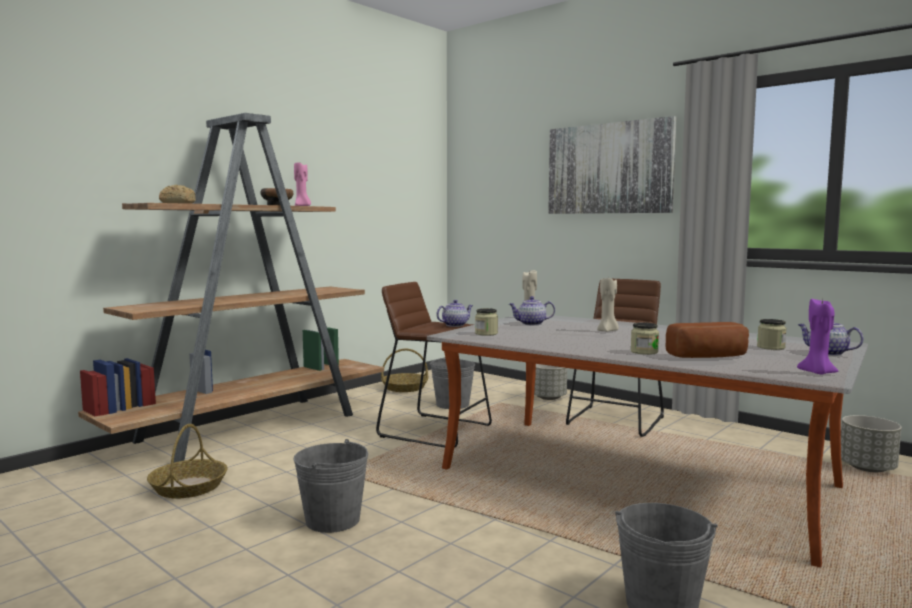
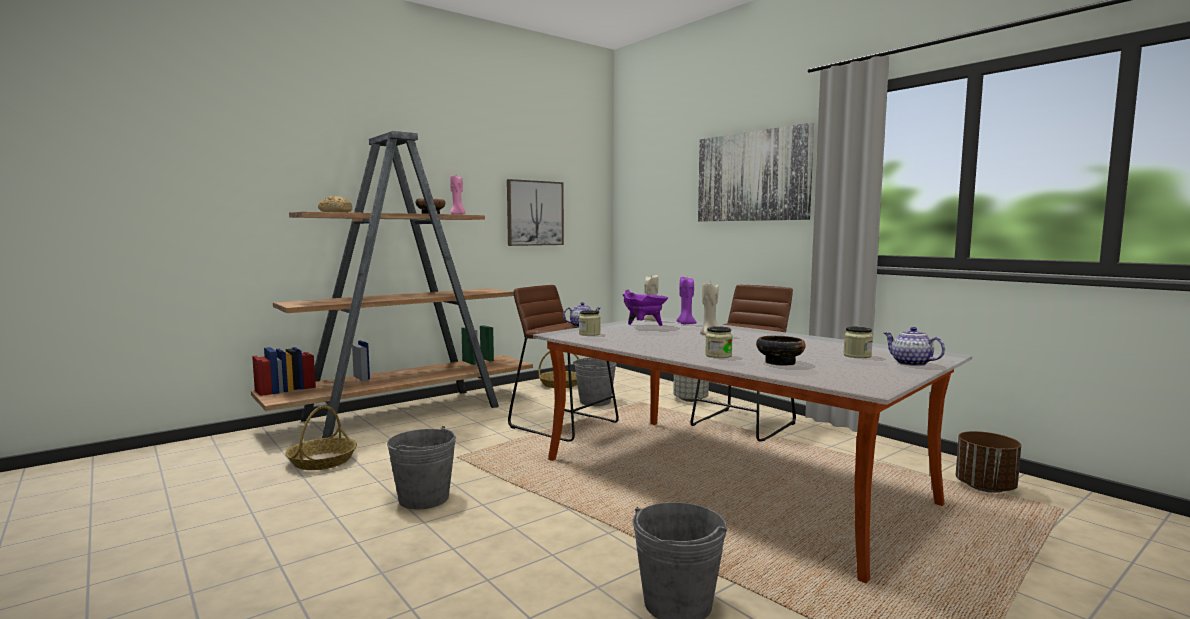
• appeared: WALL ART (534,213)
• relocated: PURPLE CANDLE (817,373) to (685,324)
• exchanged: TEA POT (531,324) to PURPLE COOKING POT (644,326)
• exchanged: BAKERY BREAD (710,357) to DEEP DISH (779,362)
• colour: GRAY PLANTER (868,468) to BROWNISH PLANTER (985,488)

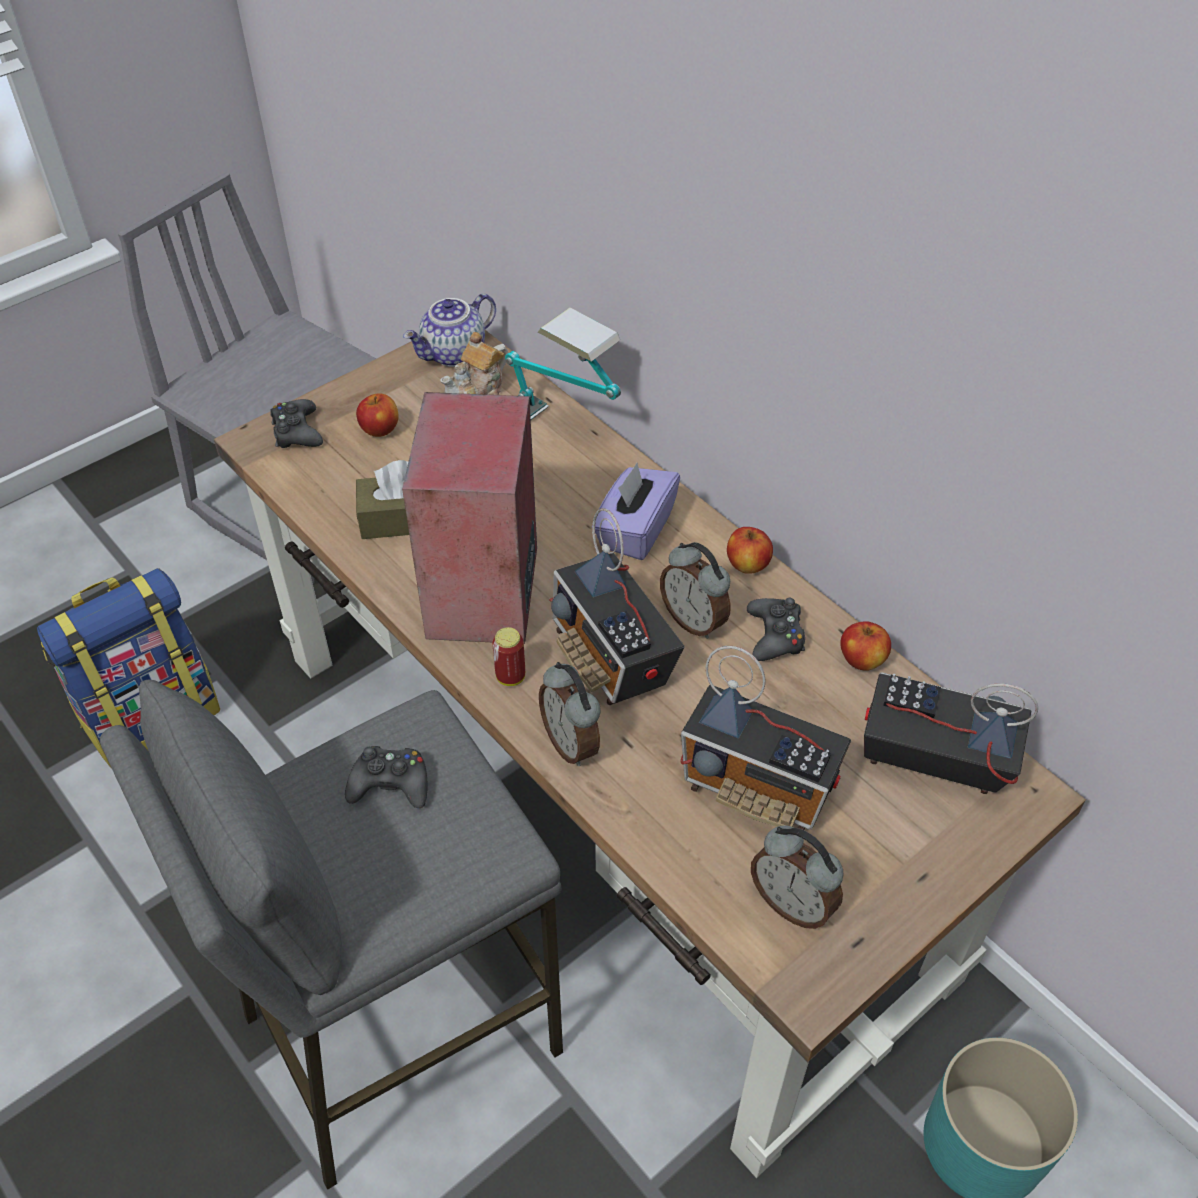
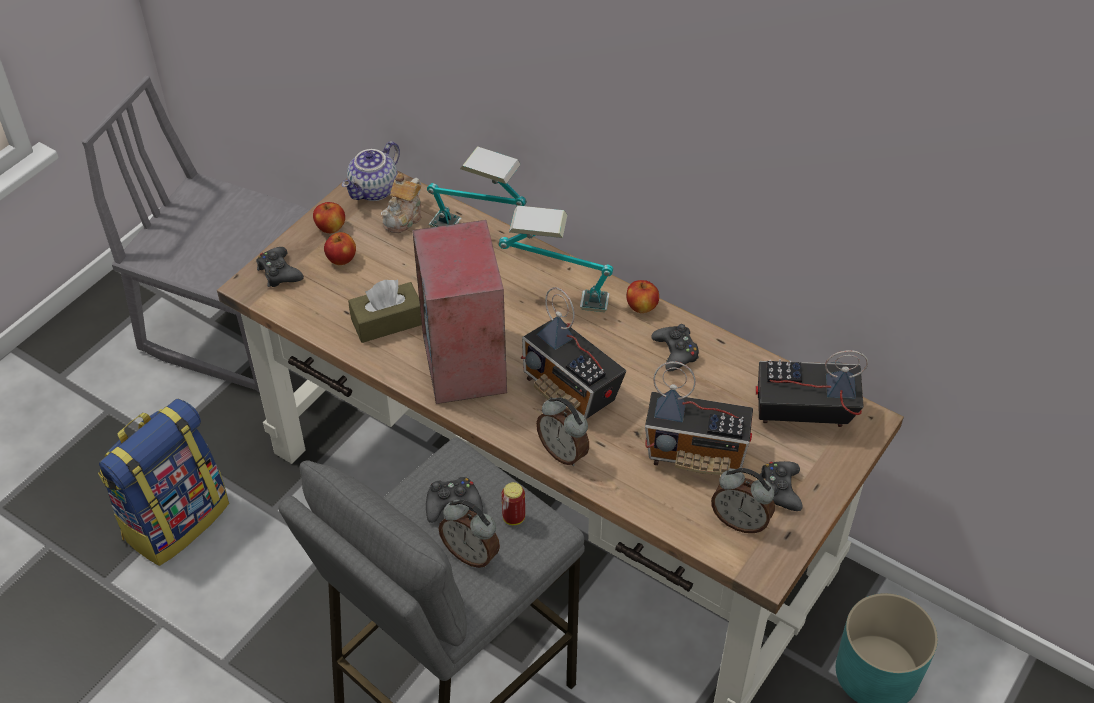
• appeared: BLACK-COLOURED GAMEPAD (779,490)
• relocated: METAL CAN (510,677) to (513,518)
• relocated: TABLE CLOCK (694,620) to (471,553)
• relocated: APPLE (862,660) to (331,228)
• exchanged: PURPLE TISSUE BOX (635,530) to LAMP FOR A TABLE (555,298)

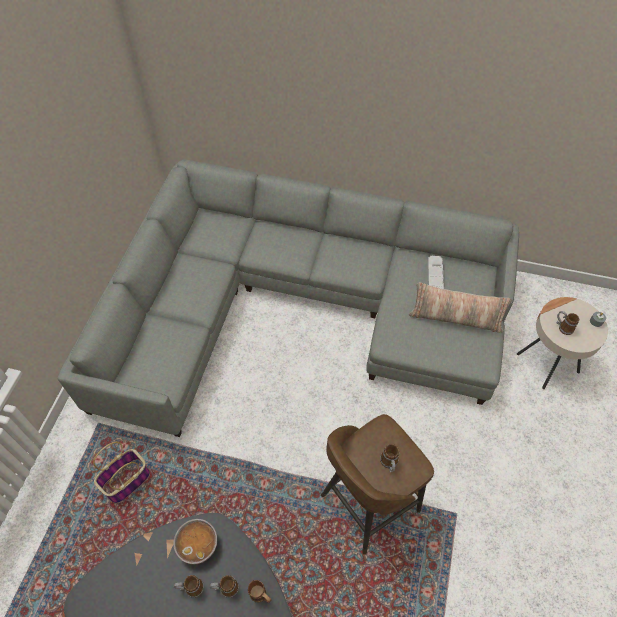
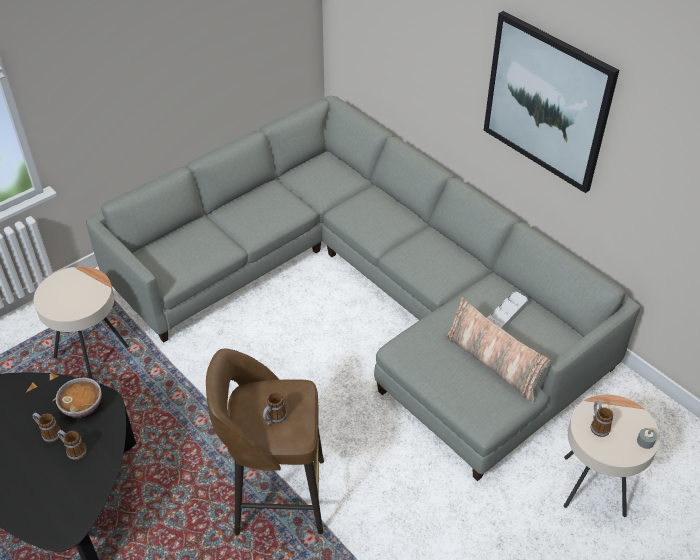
• missing: BROWNISH TEA MUG (261,596)
• appeared: WALL ART (547,101)
• exchanged: STORAGE BASKET (126,482) to BEIGE END TABLE (91,352)

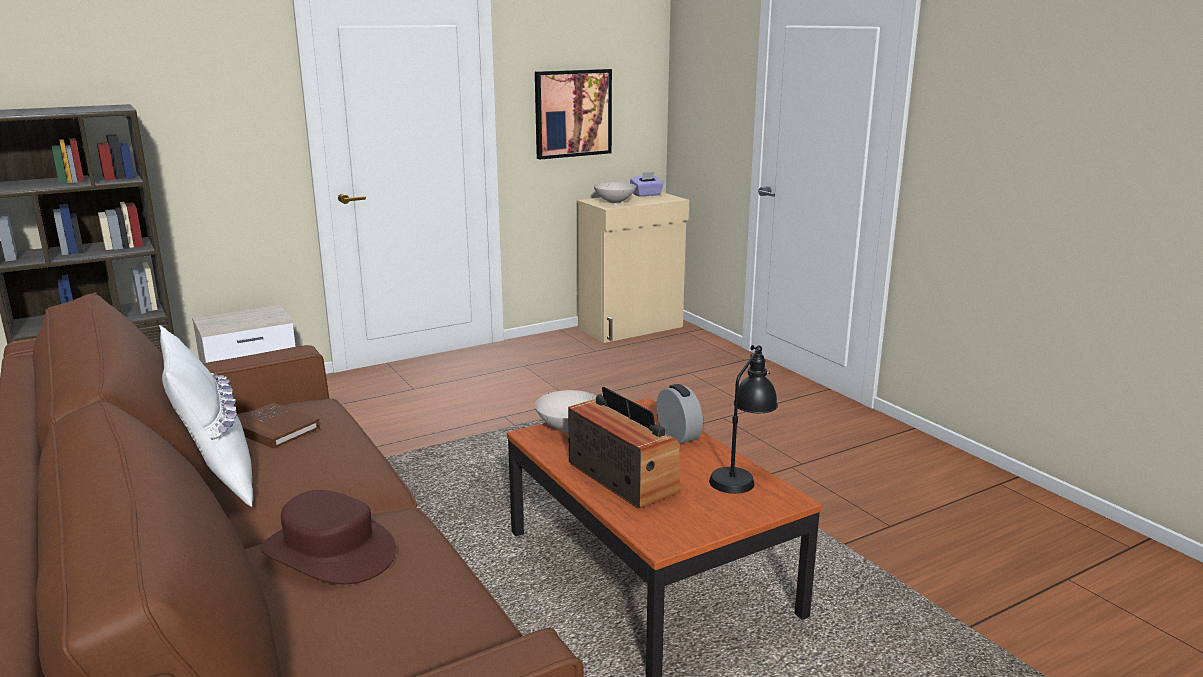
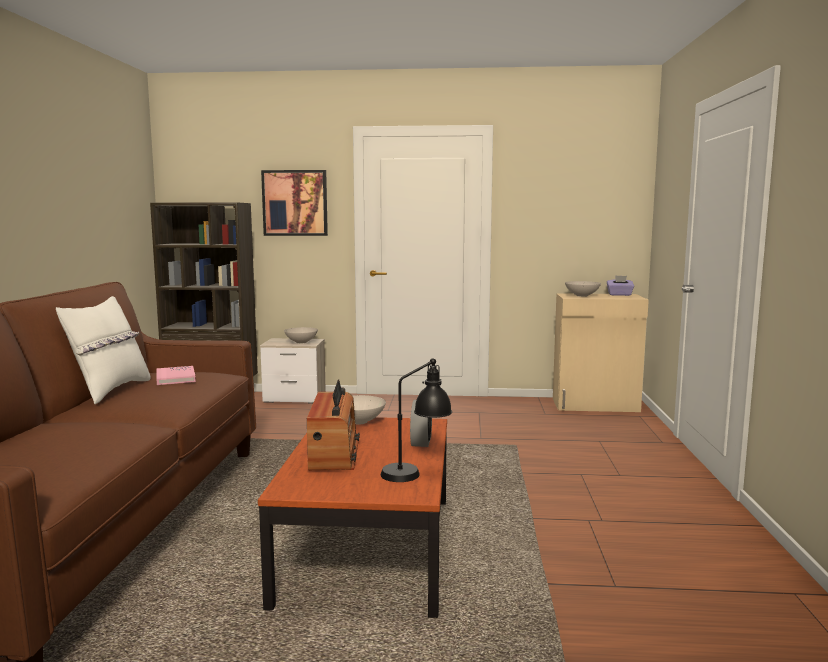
• missing: BROWNISH WEARABLE HAT (330,551)
• appeared: WHITE DEEP DISH (301,342)
• relocated: WALL ART (572,113) to (295,203)
• colour: BROWNISH BOUND BOOK (274,429) to PINK BOUND BOOK (175,378)

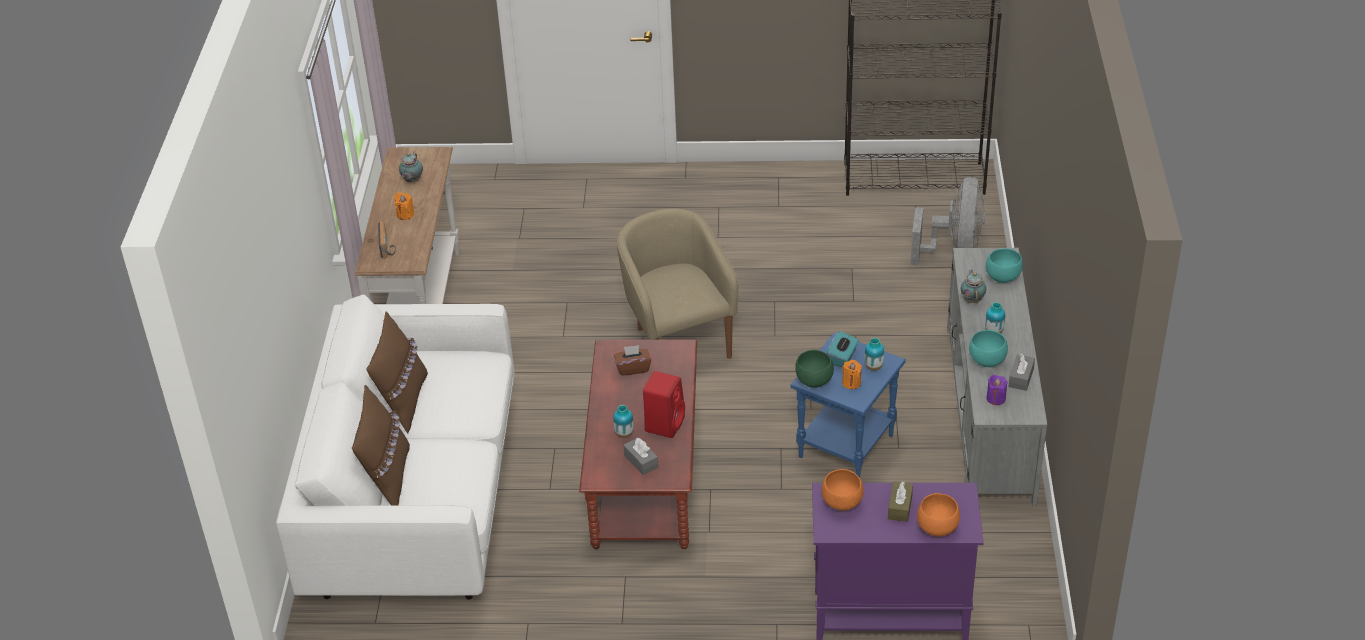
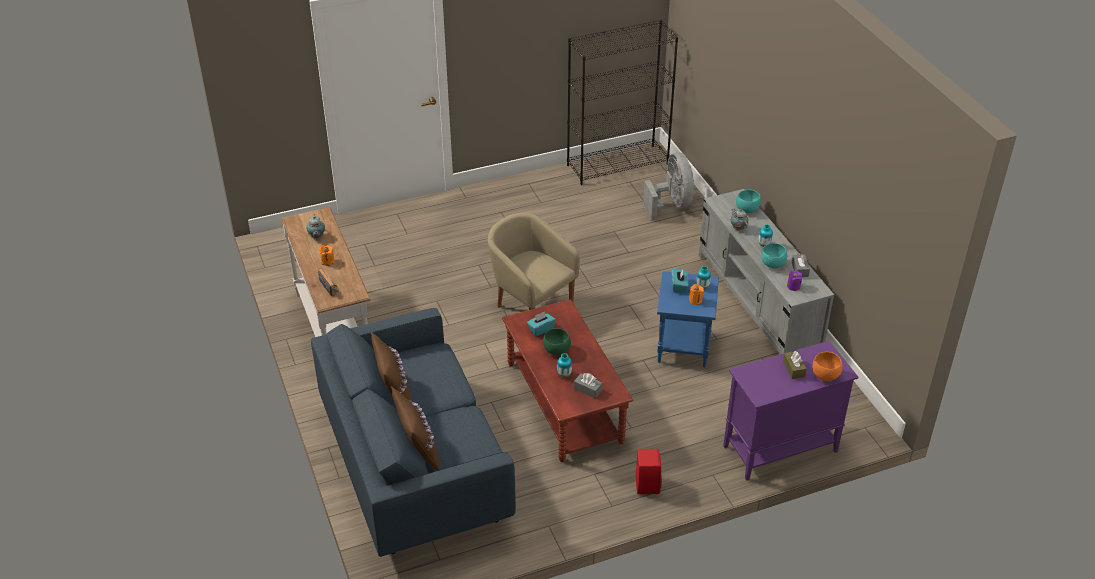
• missing: ORANGE DEEP DISH (843,503)
• relocated: RED-COLOURED SPEAKER (665,423) to (647,484)
• relocated: GREEN-COLOURED DEEP DISH (813,382) to (556,351)
• colour: WHITE COUCH (417,500) to BLUISH COUCH (416,465)
• colour: BROWNISH TISSUE BOX (633,368) to TURQUOISE-COLOURED TISSUE BOX (541,329)

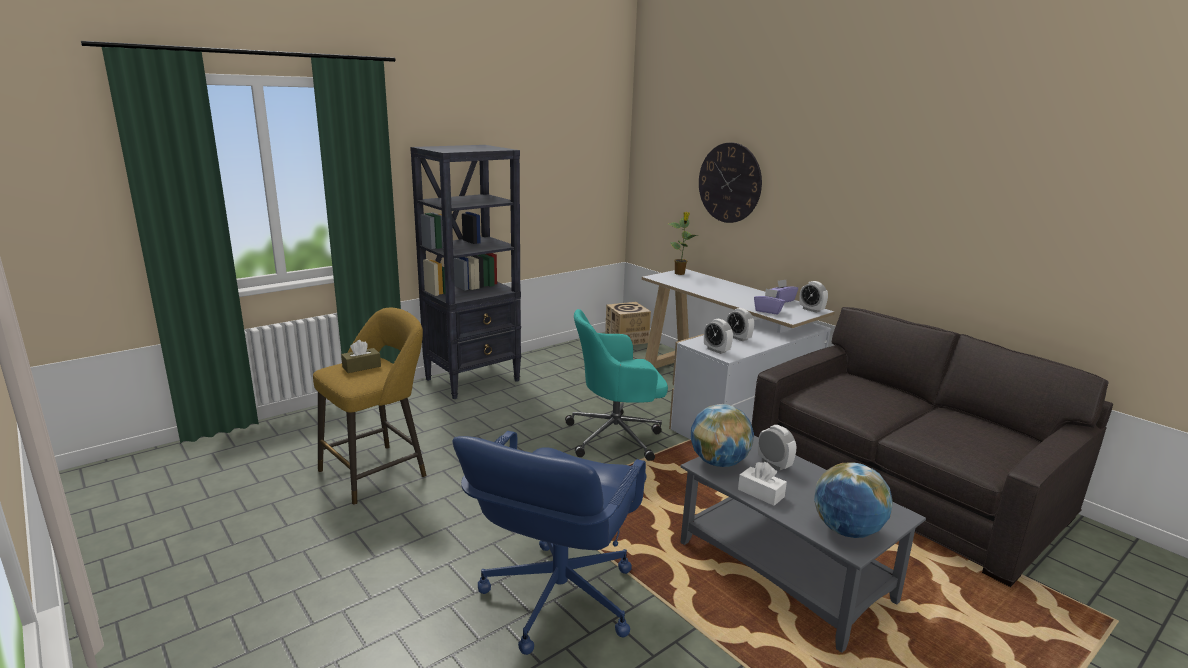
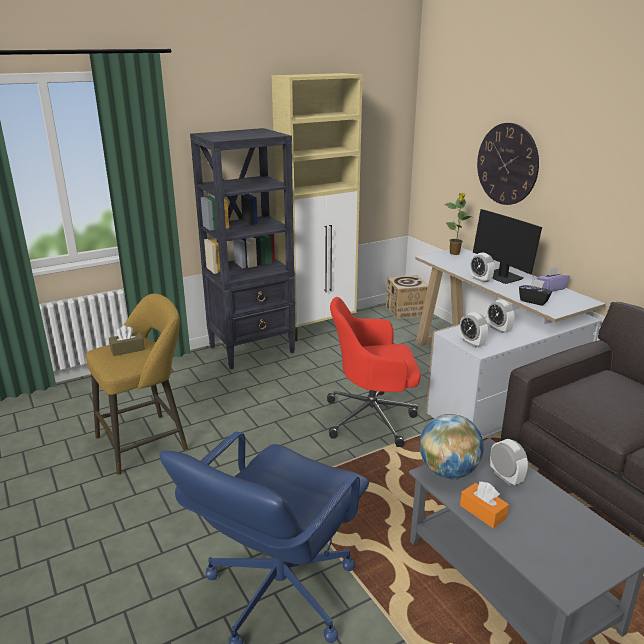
• missing: WORLD GLOBE (847,531)
• appeared: BEIGE CABINET (319,328)
• appeared: COMPUTER SCREEN (502,277)
• relocated: TABLE CLOCK (811,310) to (480,279)
• colour: TURQUOISE-COLOURED COMPUTER CHAIR (616,436) to RED-COLOURED COMPUTER CHAIR (373,418)
• colour: WHITE TISSUE BOX (761,493) to ORANGE TISSUE BOX (483,512)
• colour: PURPLE TISSUE BOX (768,311) to BLACK-COLOURED TISSUE BOX (533,301)

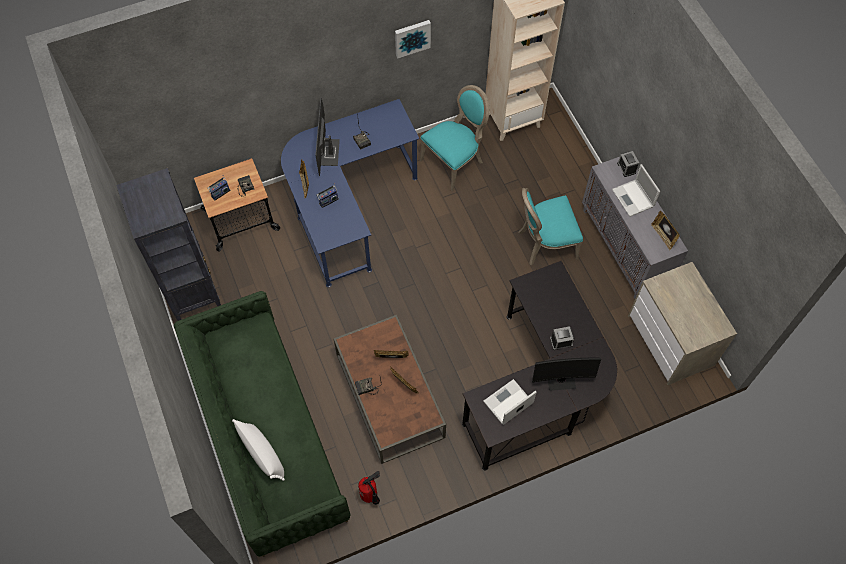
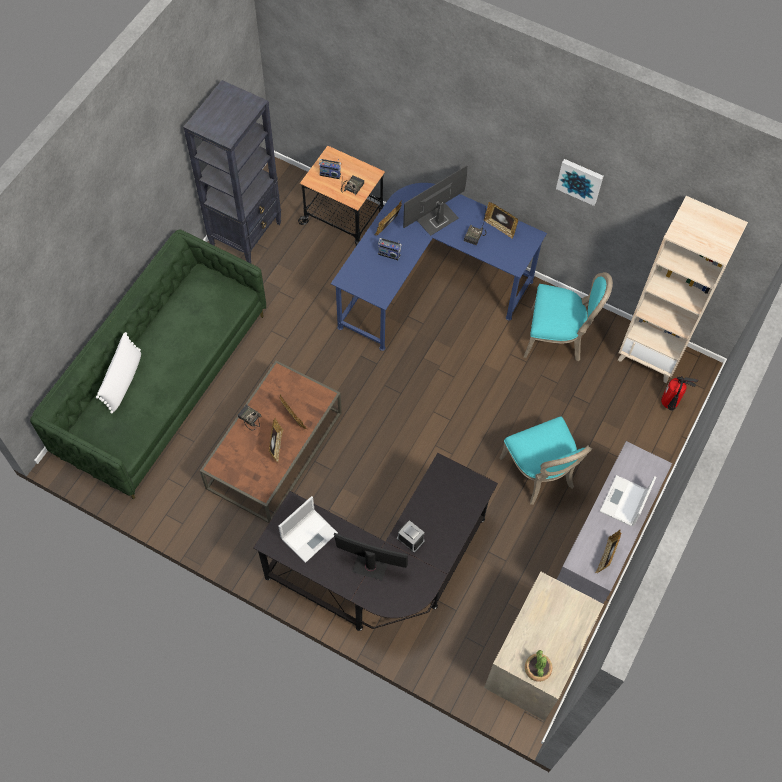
• missing: TABLE CLOCK (626,168)
• appeared: STANDING FRAME (500,227)
• appeared: PLANT IN A POT (537,668)
• relocated: FIRE EXTINGUISHER (371,496) to (669,405)
• spun: LAPTOP (507,403) = (309,534) 120 degrees clockwise
• spun: TURQUOISE-COLOURED UPRIGHT CHAIR (544,243) = (540,474) 150 degrees counterclockwise
• spun: COMPUTER SCREEN (561,380) = (370,565) 150 degrees clockwise

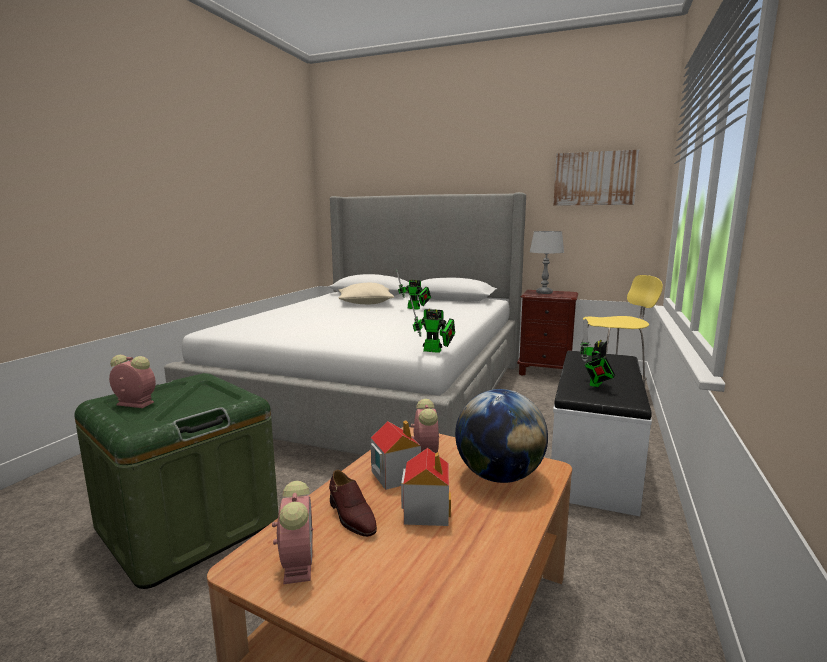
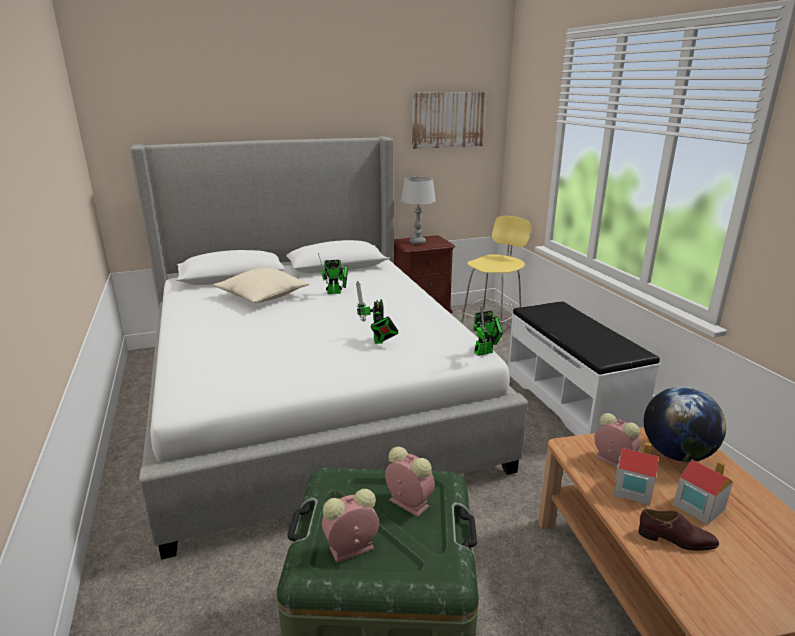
• relocated: TABLE CLOCK (297,563) to (407,502)
• relocated: ROBOT FIGURE (595,384) to (378,341)

